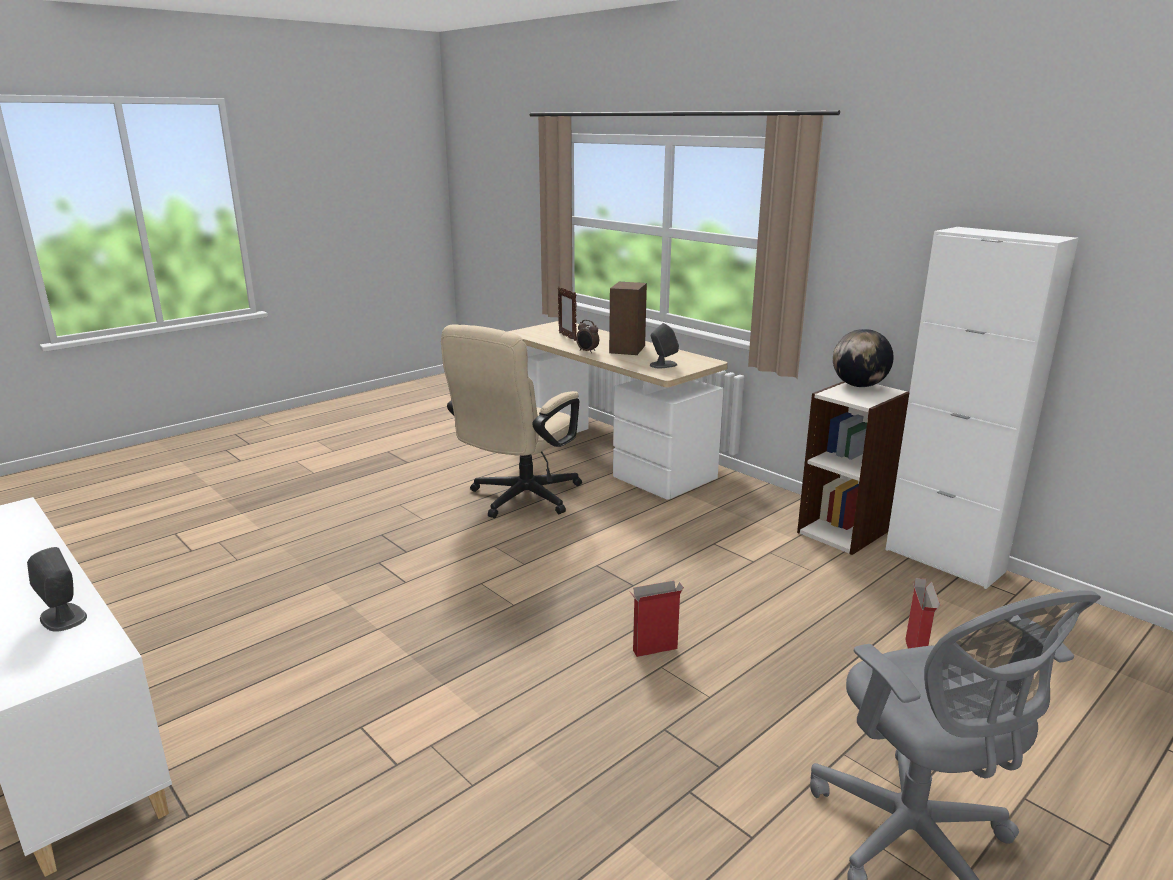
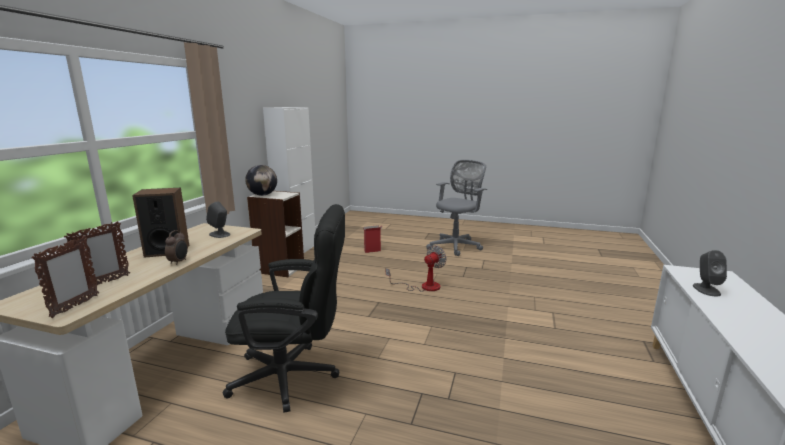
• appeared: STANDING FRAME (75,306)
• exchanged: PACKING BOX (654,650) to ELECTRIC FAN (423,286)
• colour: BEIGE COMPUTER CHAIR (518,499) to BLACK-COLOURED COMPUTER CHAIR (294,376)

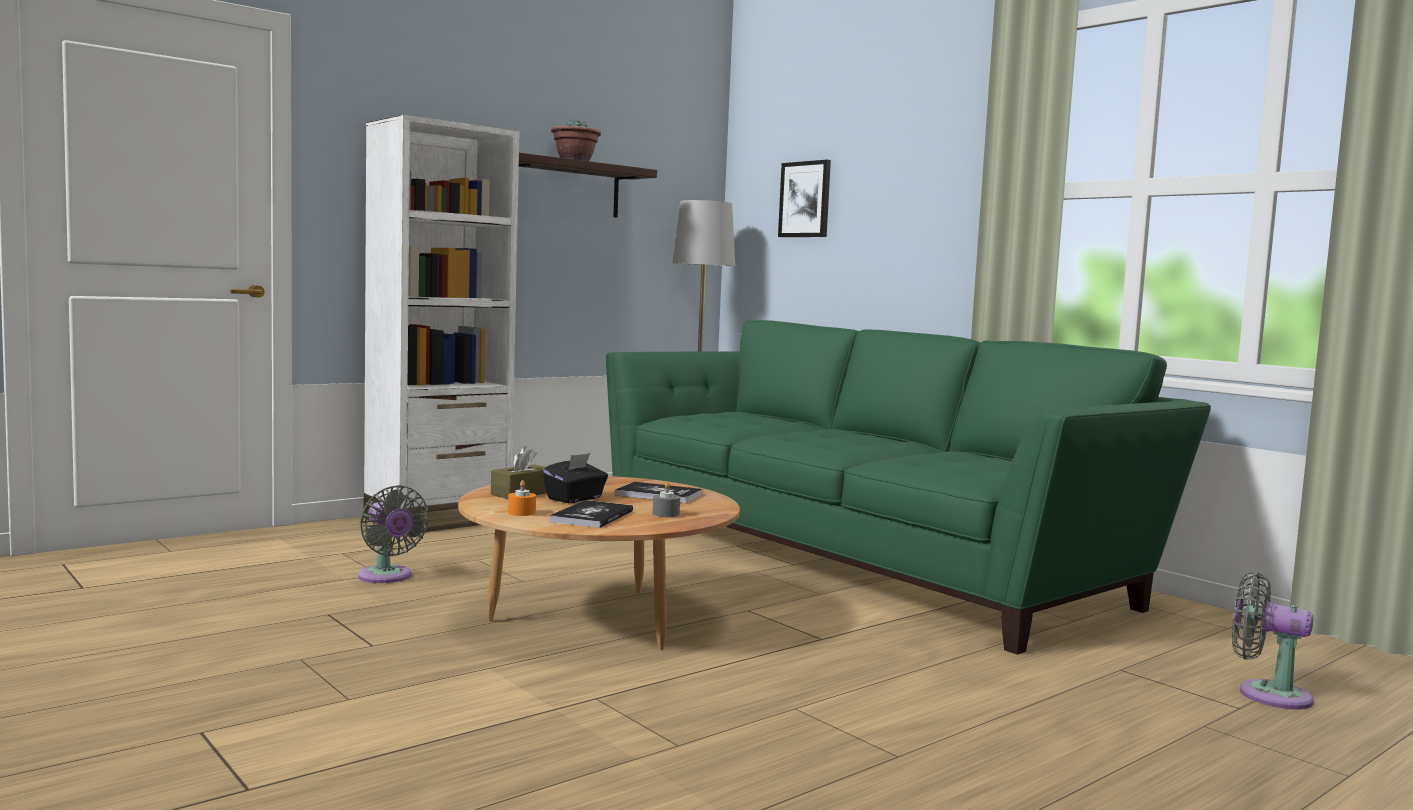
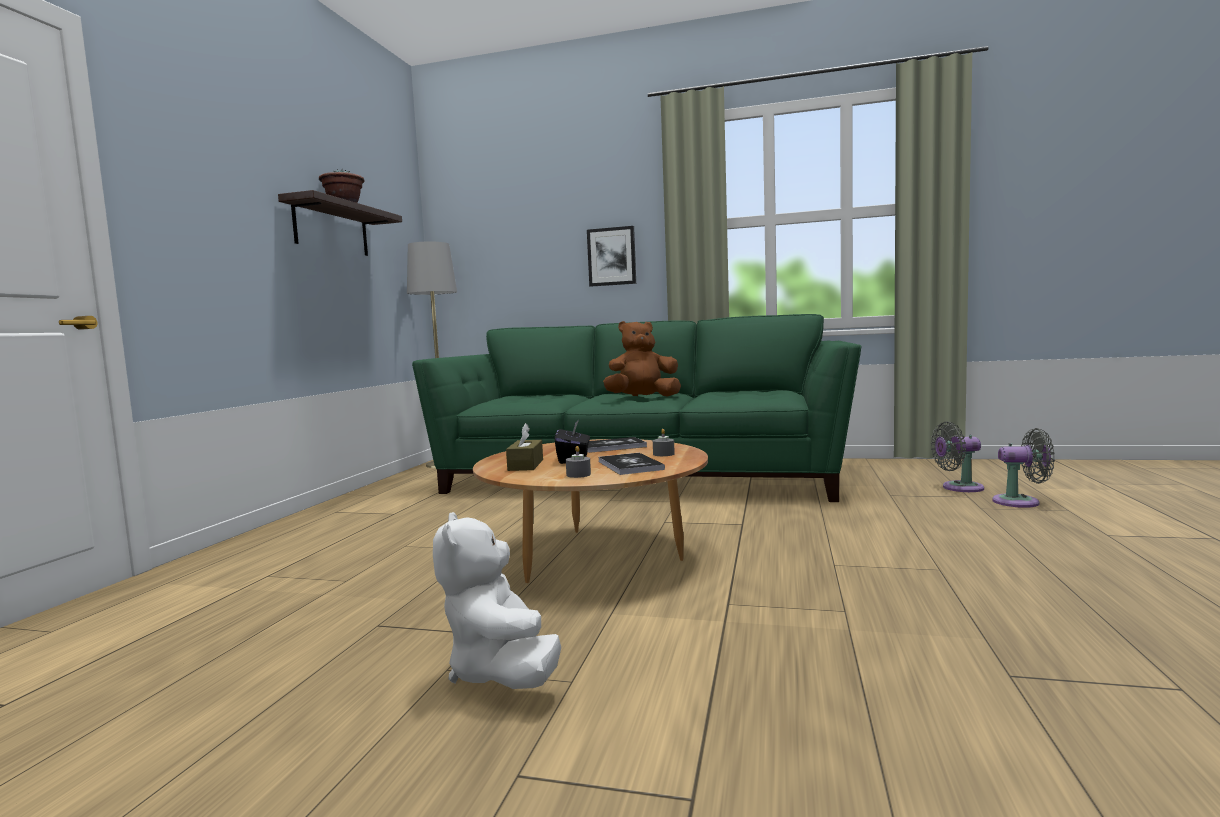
• missing: WHITE SHELVING UNIT (438,519)
• appeared: WHITE SOFT TOY (501,672)
• appeared: BROWNISH SOFT TOY (642,398)
• relocated: GRAY ELECTRIC FAN (387,577) to (1021,502)
• relocated: WALL ART (805,199) to (612,256)
• colour: ORANGE CANDLE (521,512) to GRAY CANDLE (578,474)

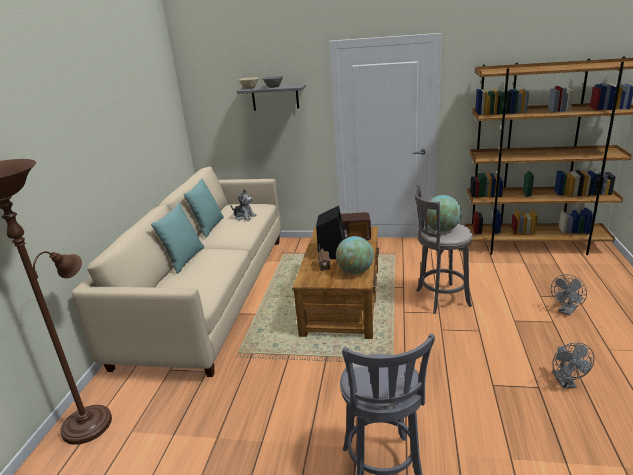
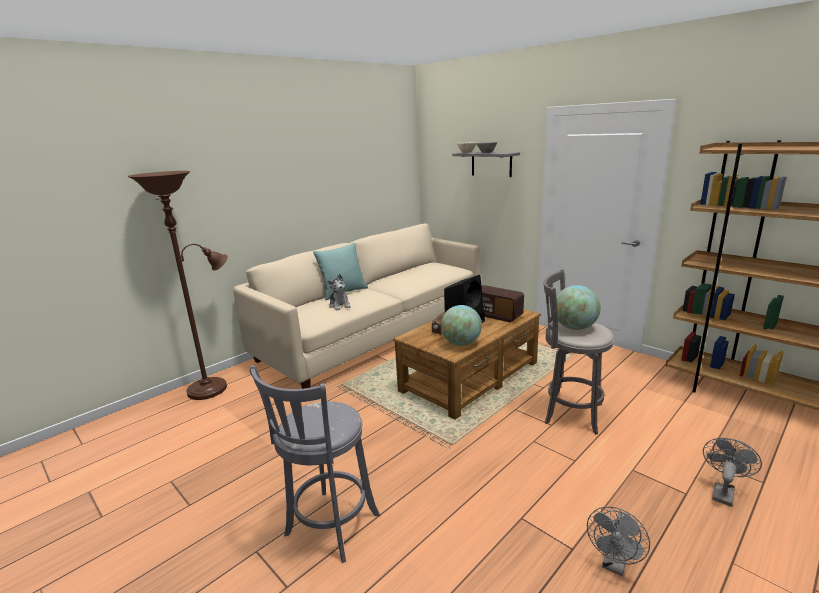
• missing: TURQUOISE-COLOURED THROW PILLOW (208,227)
• relocated: SOFT TOY (244,217) to (339,305)
• spun: GRAY ELECTRIC FAN (566,311) = (722,491) 135 degrees clockwise

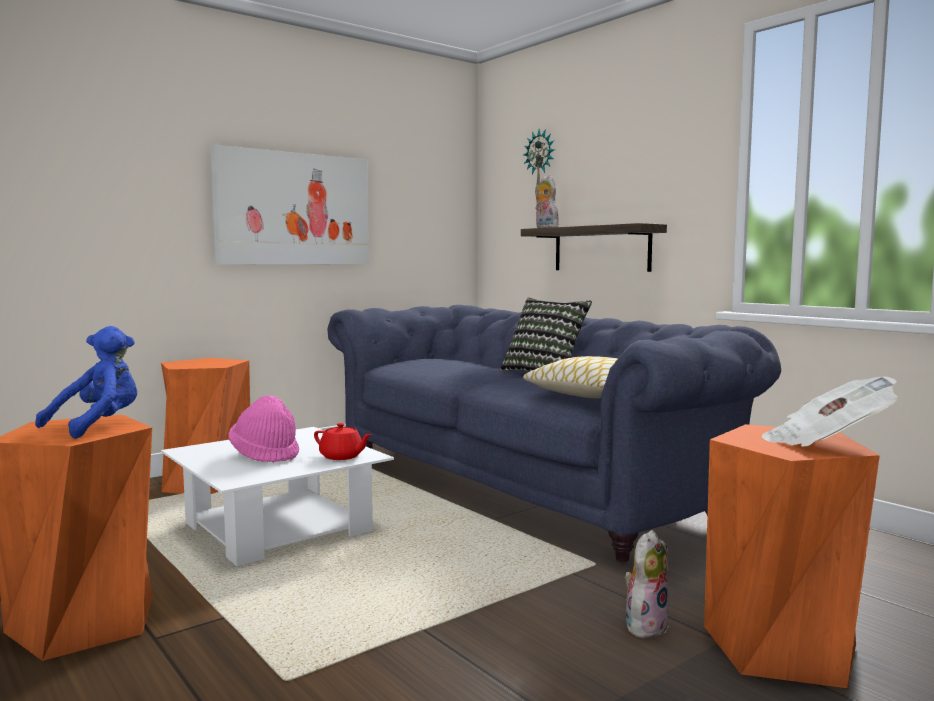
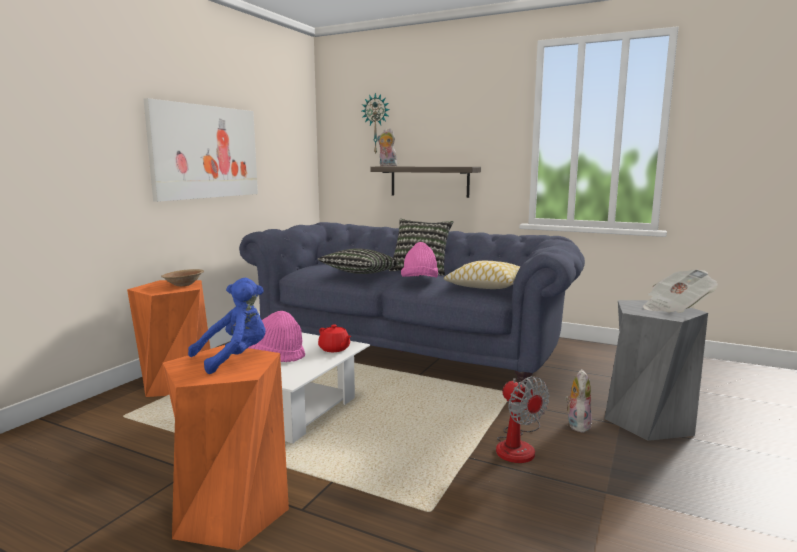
• appeared: BROWNISH DEEP DISH (183,284)
• appeared: THROW PILLOW (359,274)
• appeared: PINK WEARABLE HAT (420,281)
• appeared: ELECTRIC FAN (518,445)
• colour: ORANGE SITTING STOOL (781,647) to GRAY SITTING STOOL (648,421)
• spun: BLUISH SOFT TOY (98,426) = (235,358) 45 degrees clockwise
• spun: RED-COLOURED TEA POT (342,457) = (334,349) 45 degrees clockwise

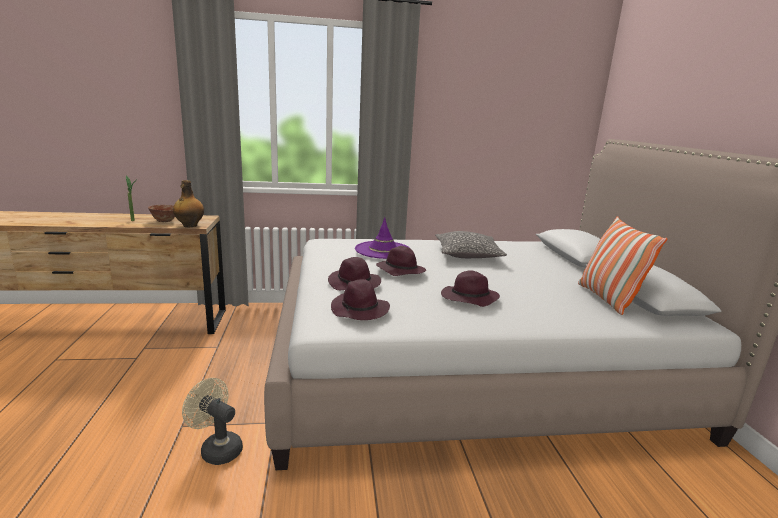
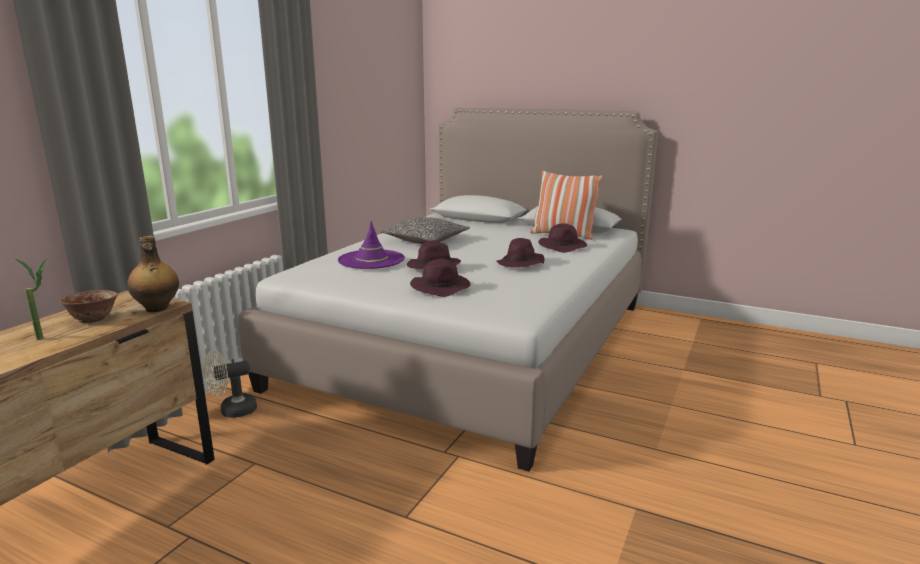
• relocated: BEIGE ELECTRIC FAN (217,448) to (232,411)
• relocated: PURPLE WEARABLE HAT (360,310) to (563,247)

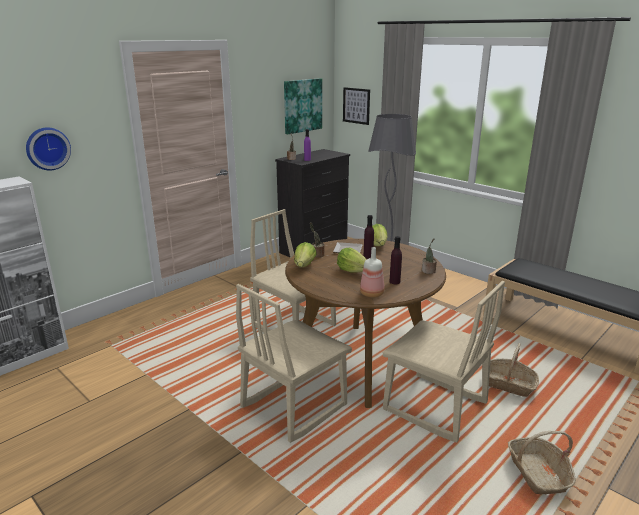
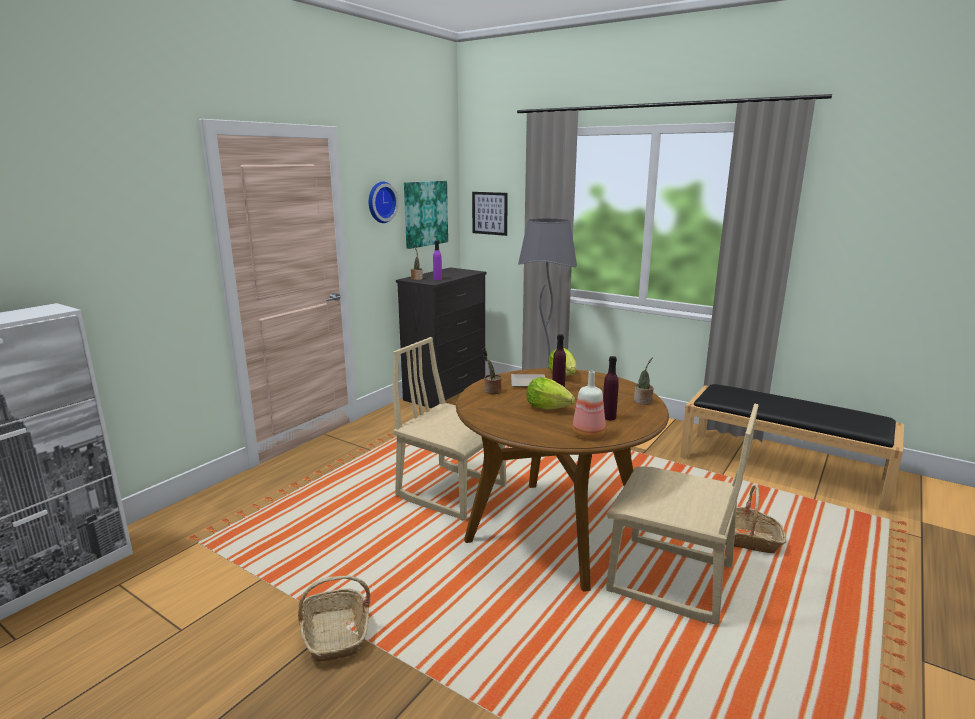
• missing: BEIGE UPRIGHT CHAIR (293,406)
• missing: LETTUCE HEAD (304,266)
• relocated: CLOCK ON THE WALL (47,148) to (380,202)
• relocated: STORAGE BASKET (538,473) to (335,634)

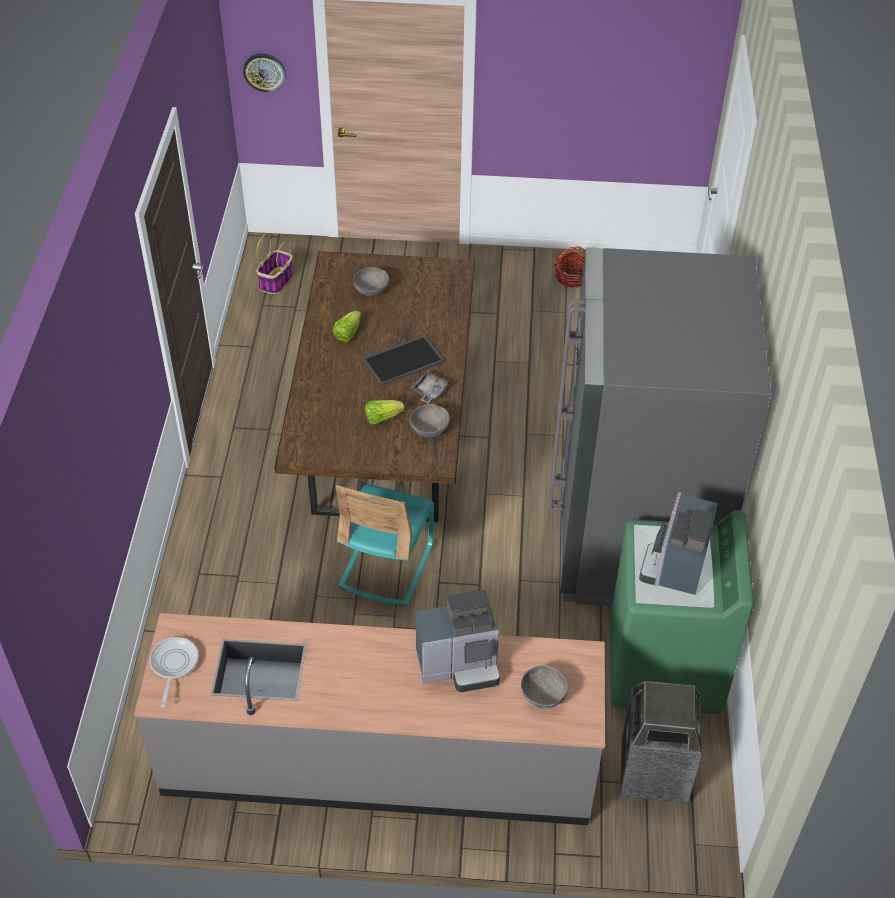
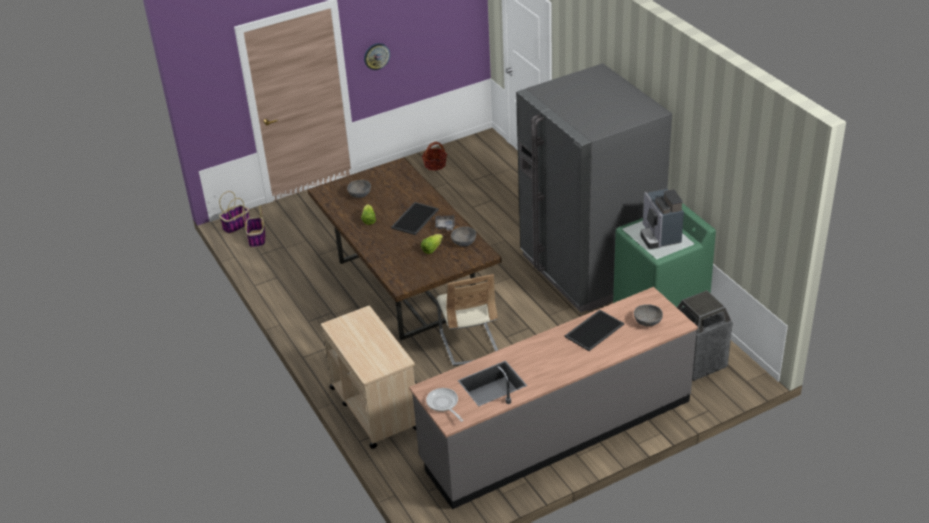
• appeared: STORAGE BASKET (236,225)
• appeared: BEIGE WHEELED CART (374,407)
• relocated: CLOCK ON THE WALL (264,72) to (376,56)
• exchanged: COFFEE BREWER (460,665) to TRAY (594,330)
• colour: TURQUOISE-COLOURED UPRIGHT CHAIR (386,566) to BEIGE UPRIGHT CHAIR (469,343)

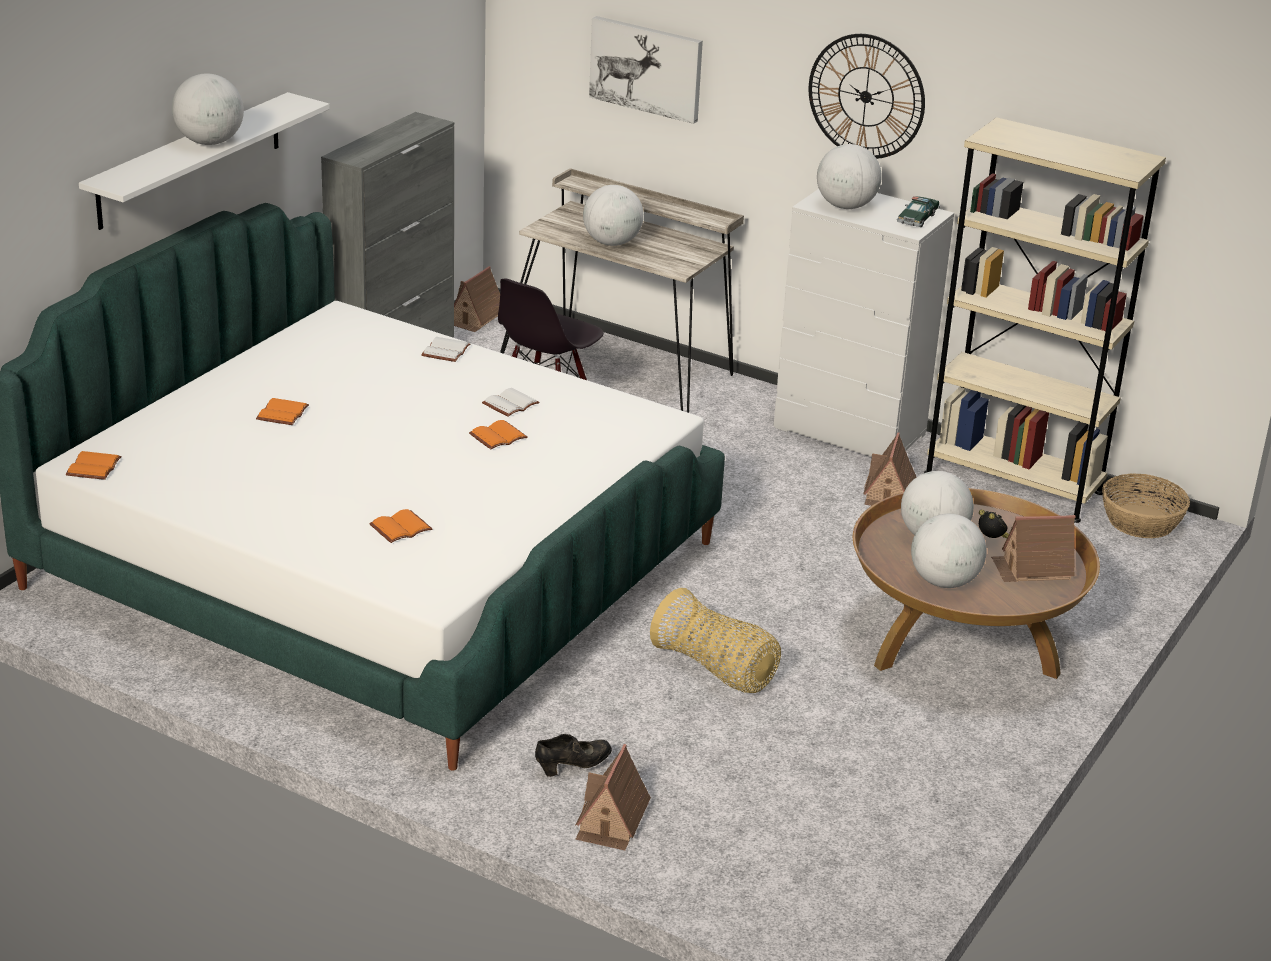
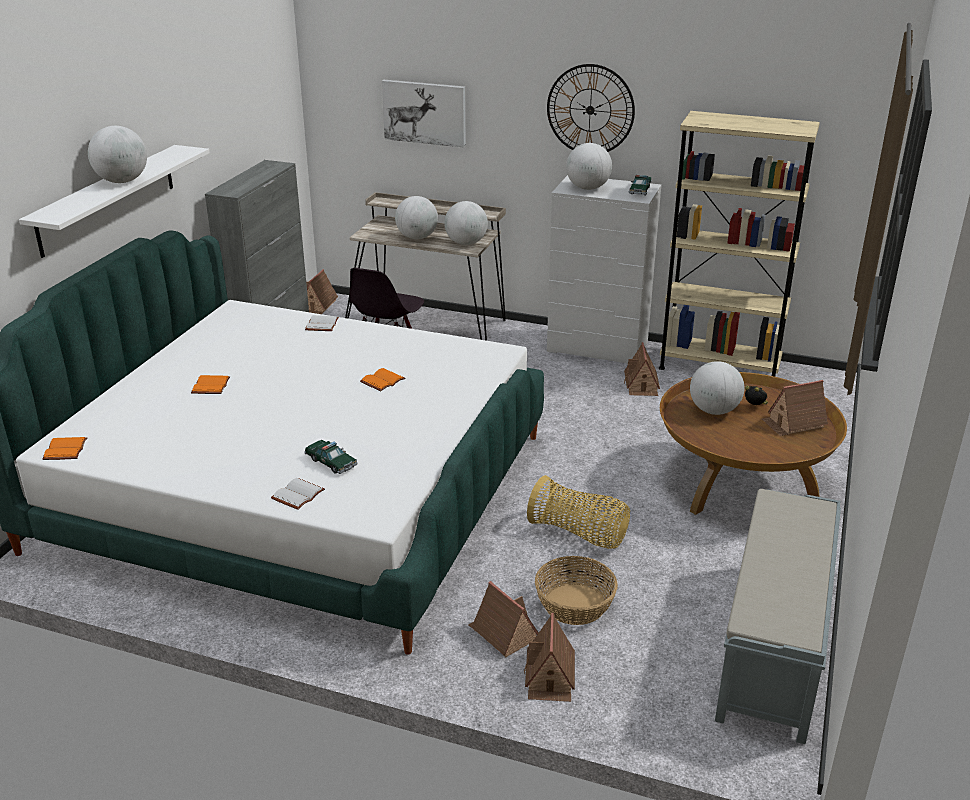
• appeared: GRAY BENCH (773,646)
• relocated: WHITE BOUND BOOK (510,403) to (297,494)
• relocated: WORLD GLOBE (944,582) to (466,243)
• relocated: STORAGE BASKET (1140,521) to (574,604)
• exchanged: ORANGE BOUND BOOK (400,527) to MINIATURE CAR (331,462)
• exchanged: BLACK-COLOURED LOW SHOE (573,766) to TOY HOUSE (503,633)

